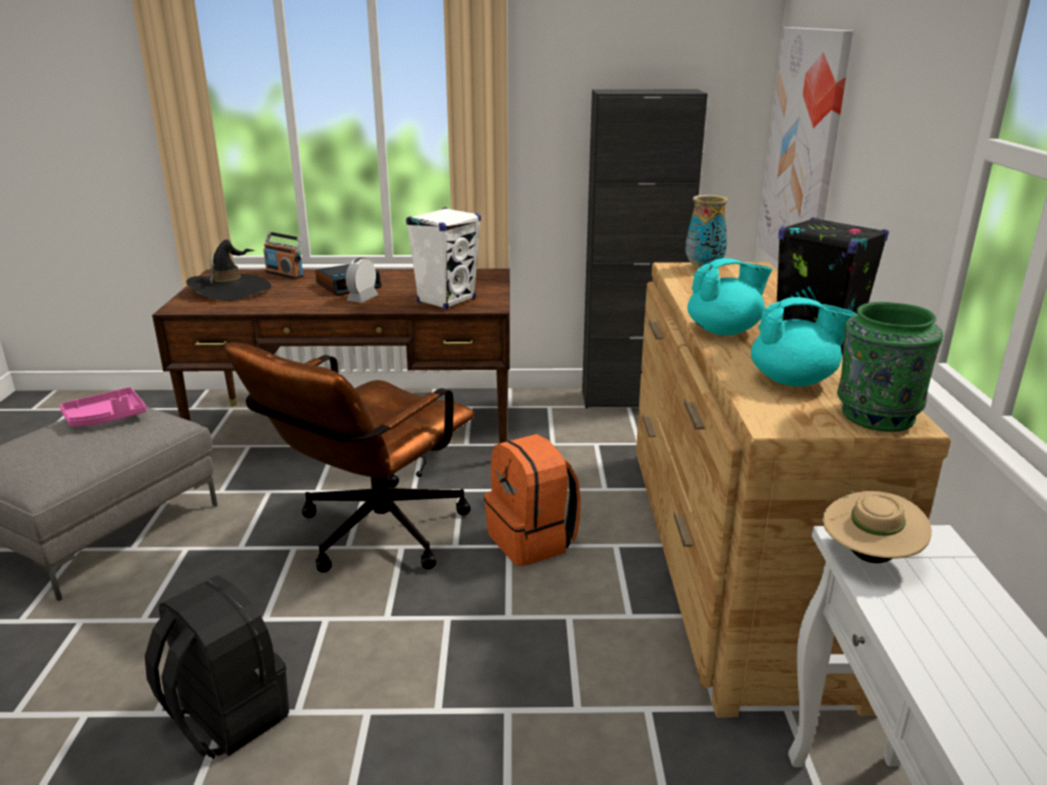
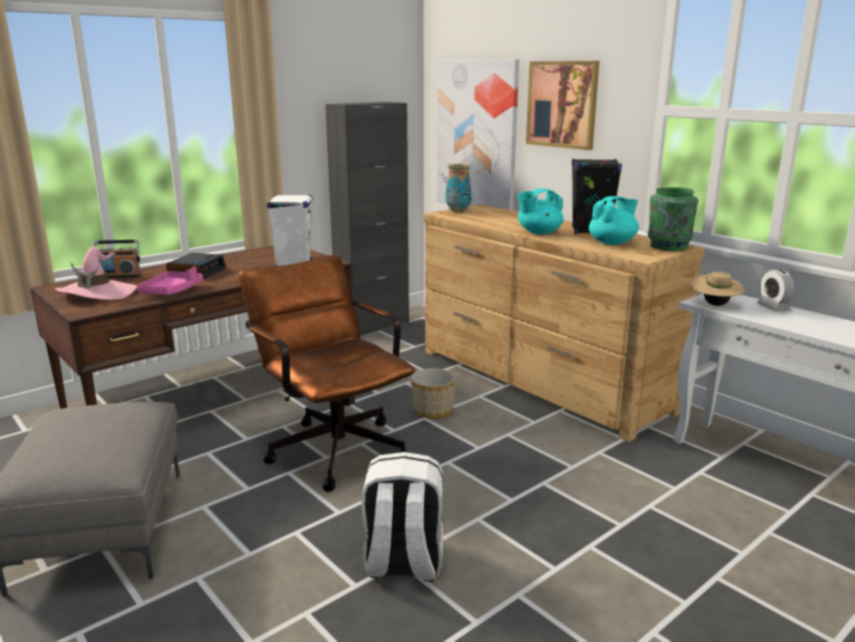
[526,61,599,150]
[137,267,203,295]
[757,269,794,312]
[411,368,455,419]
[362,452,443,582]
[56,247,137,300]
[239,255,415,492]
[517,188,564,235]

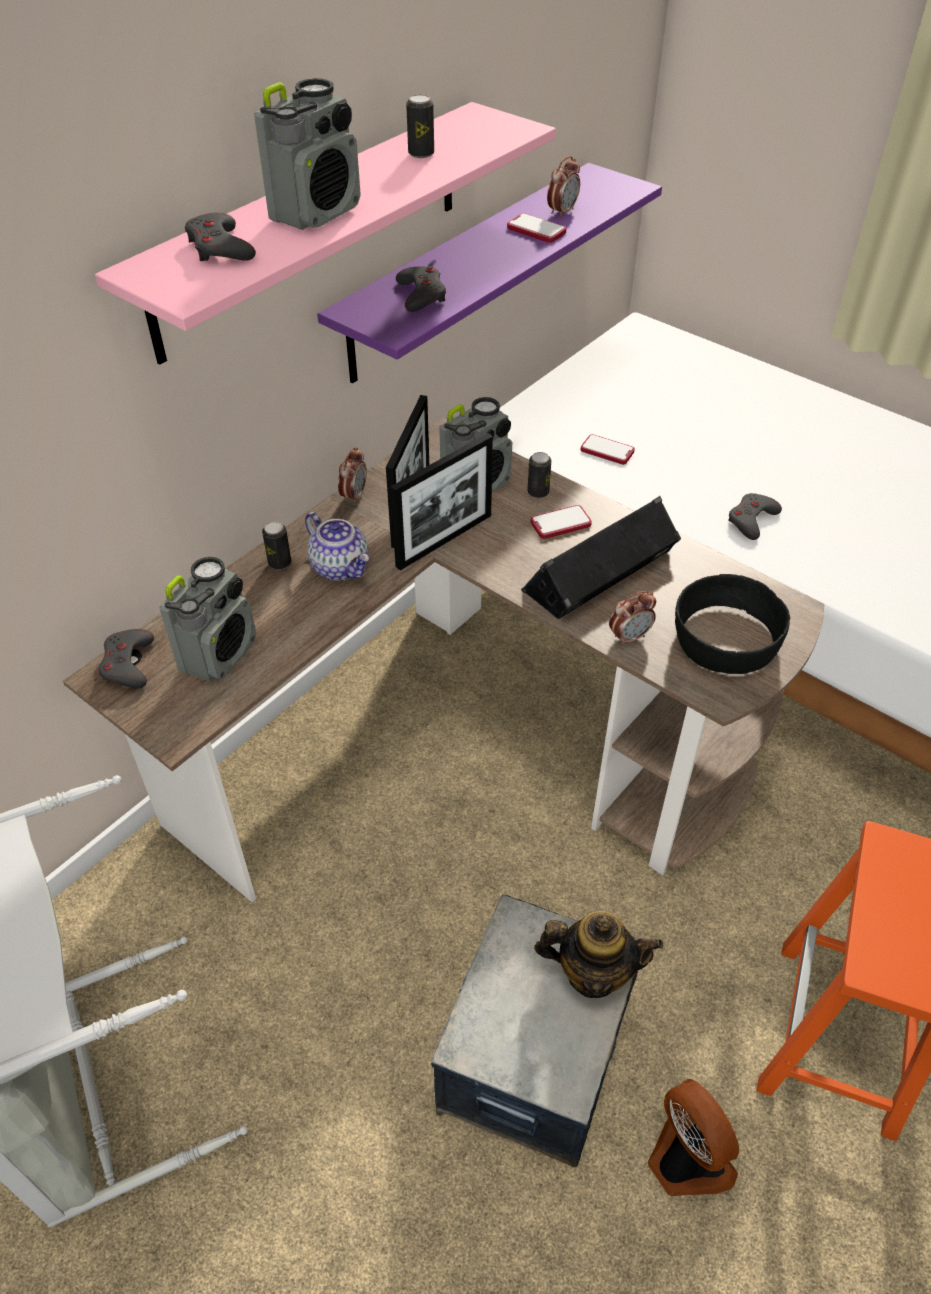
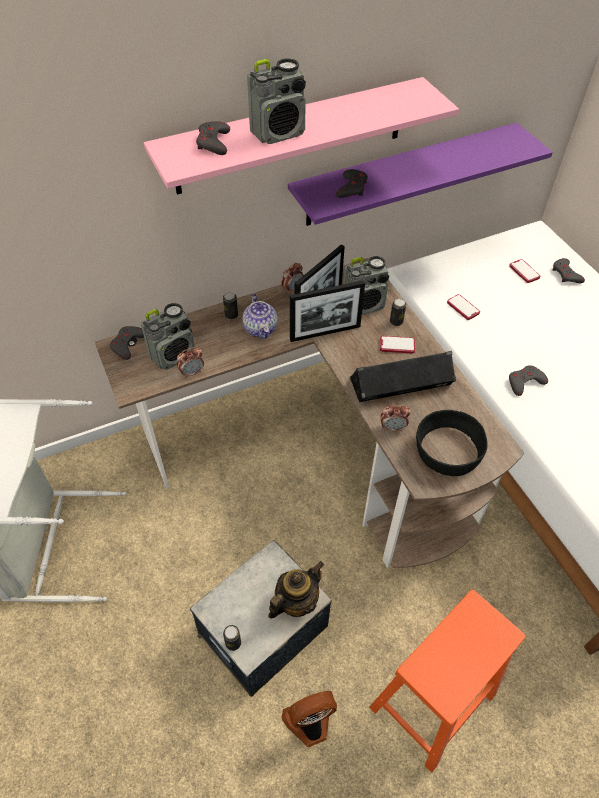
[553,258,585,283]
[223,625,241,651]
[509,259,540,283]
[177,347,204,378]
[268,561,324,618]
[282,691,337,747]

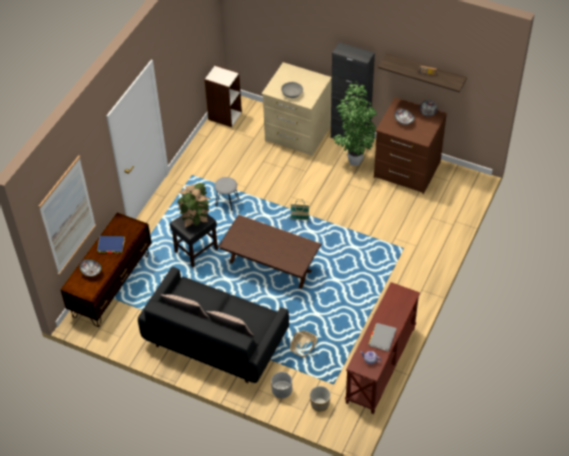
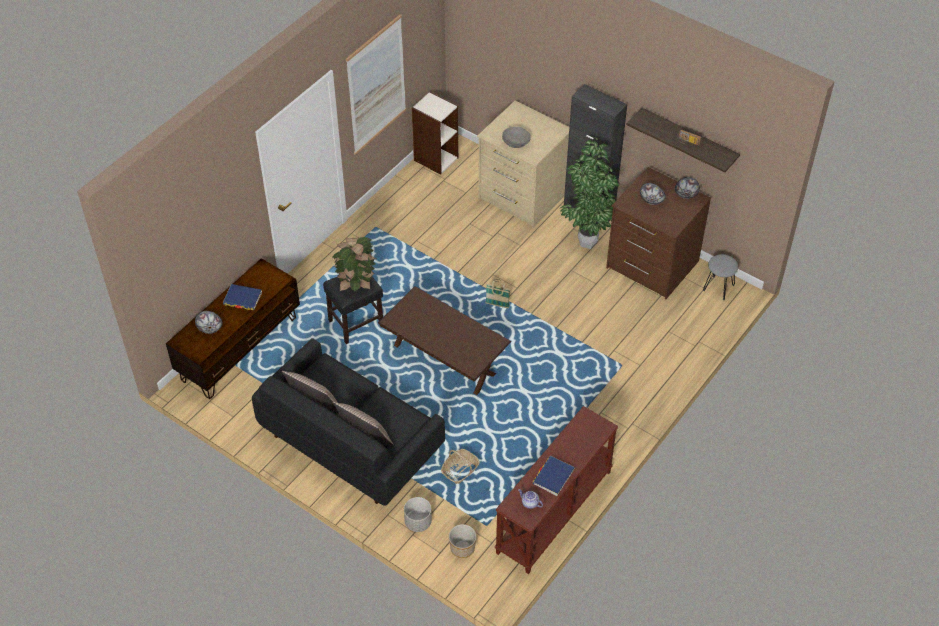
[346,14,406,155]
[703,254,738,300]
[533,456,575,496]

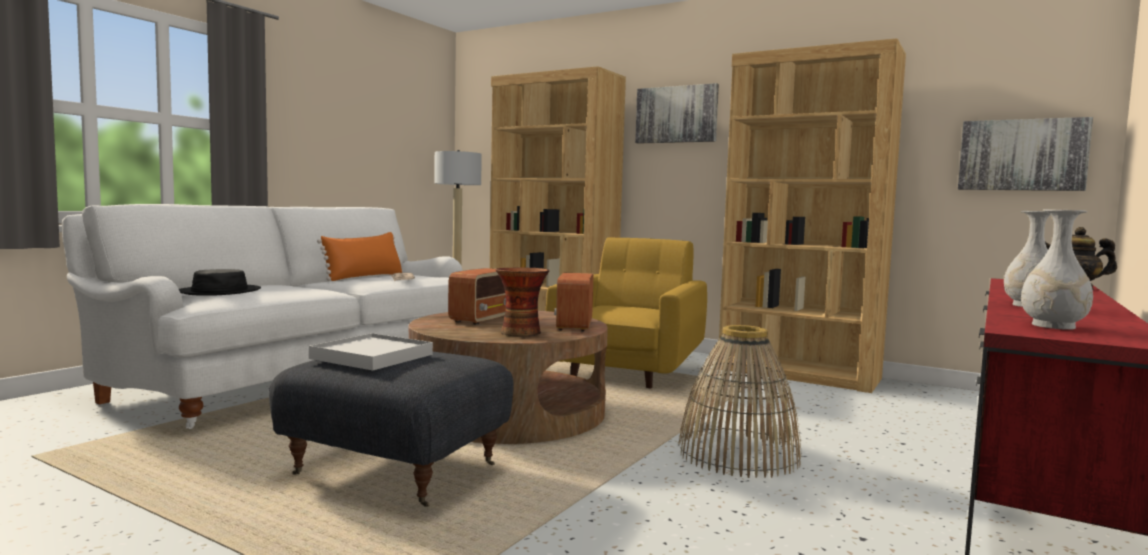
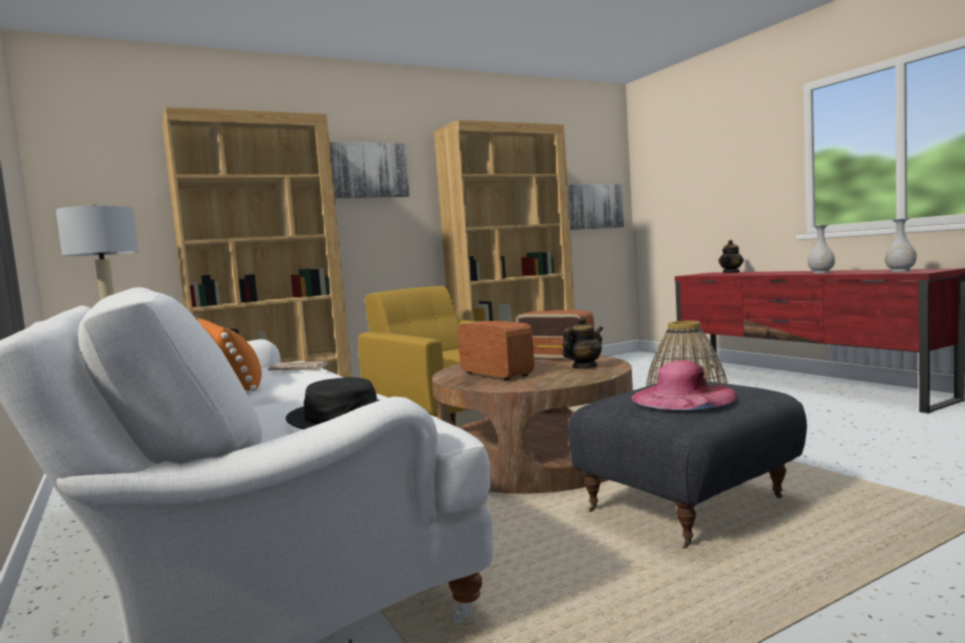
[631,360,737,410]
[562,316,603,369]

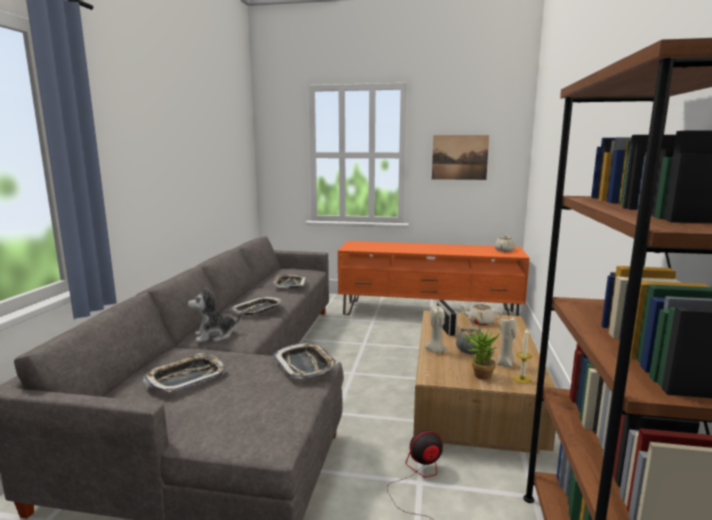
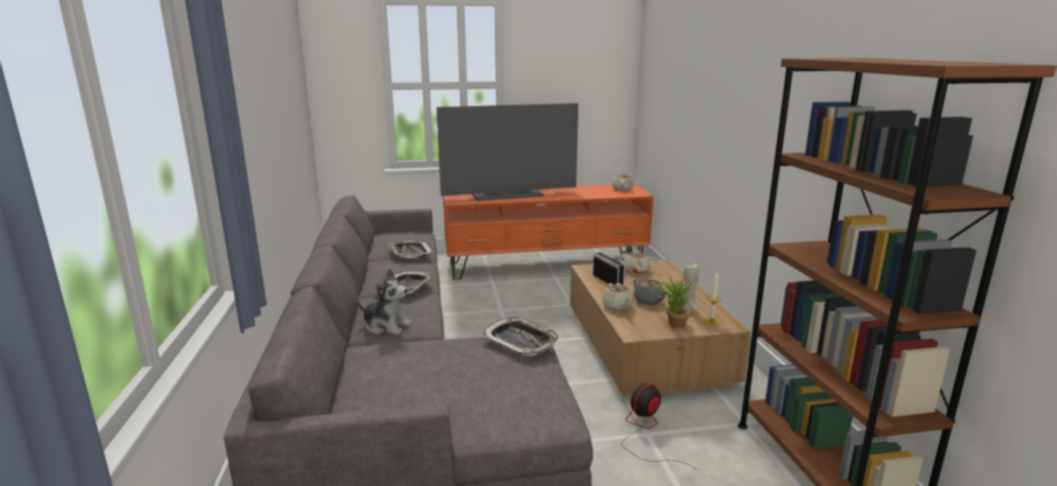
[143,353,227,392] (first image)
[432,135,489,180] (first image)
[437,103,578,201]
[602,283,634,311]
[357,268,412,335]

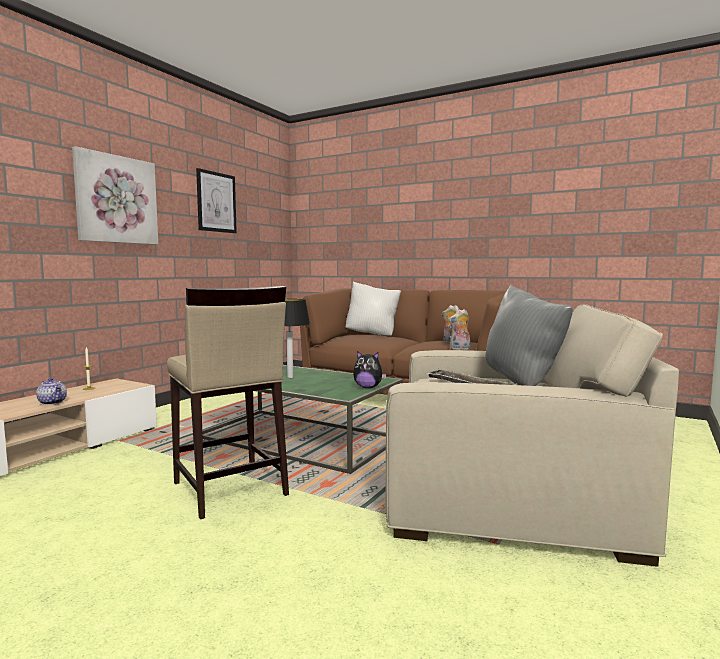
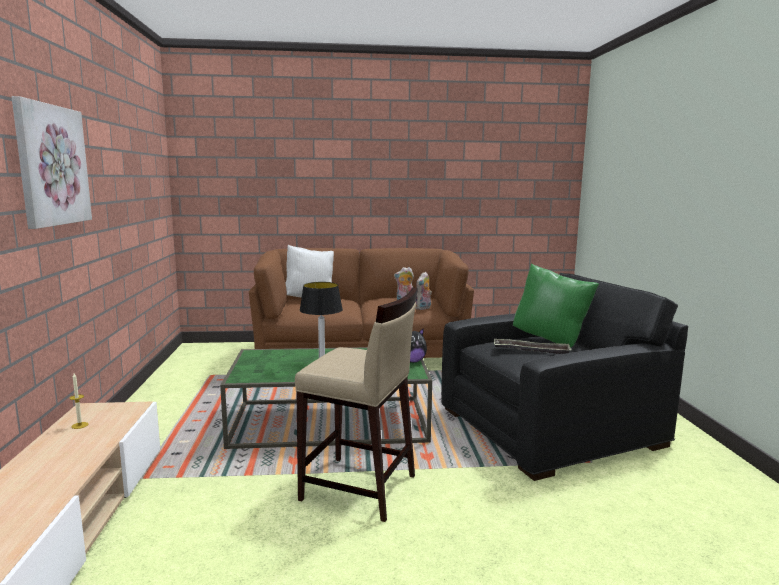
[36,378,67,405] (first image)
[196,168,237,233] (first image)
[441,273,688,481]
[513,263,599,347]

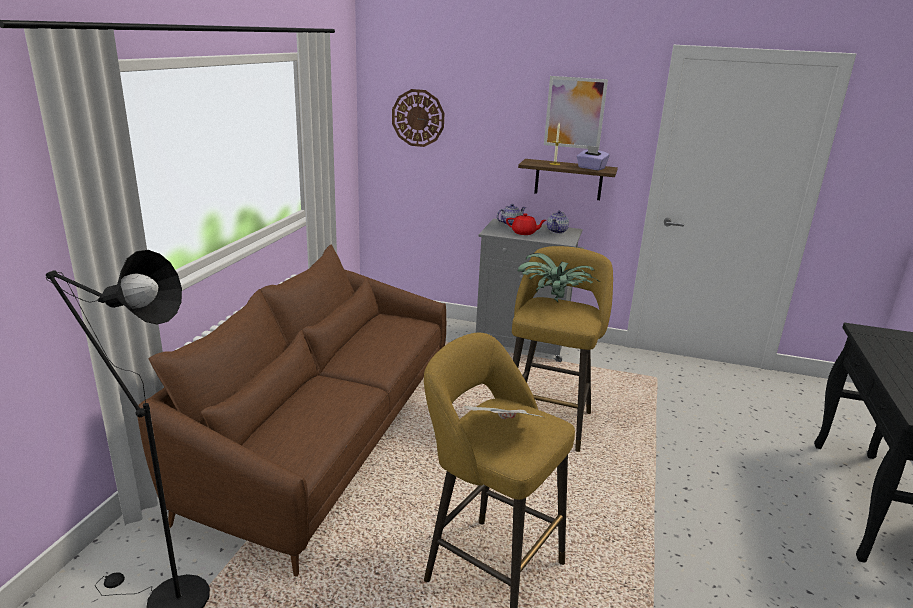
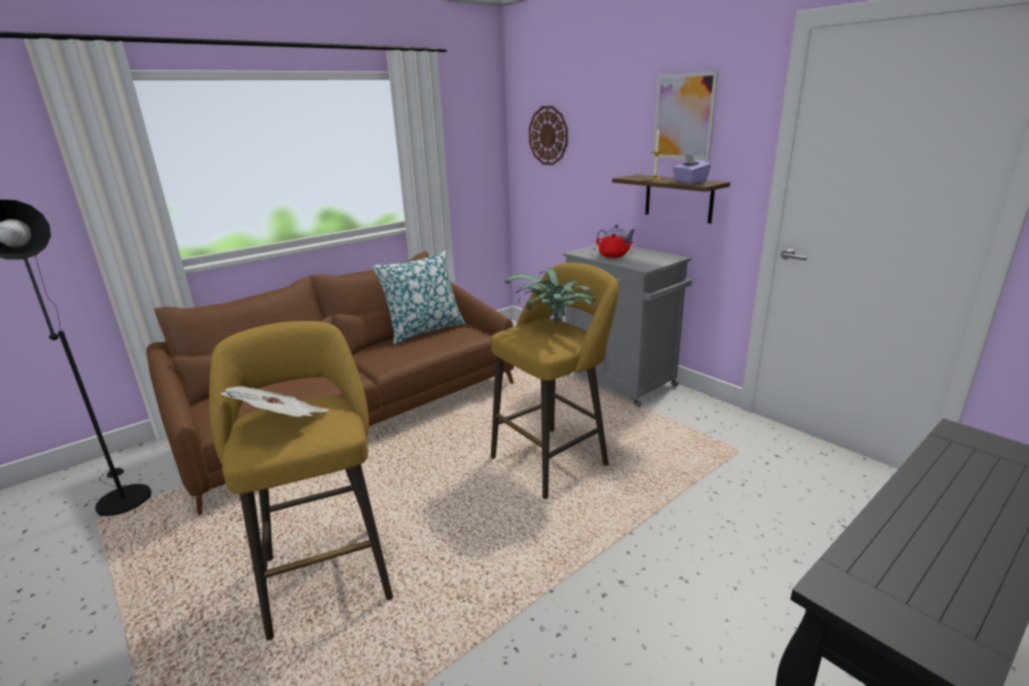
[547,211,569,234] (first image)
[372,251,465,345]

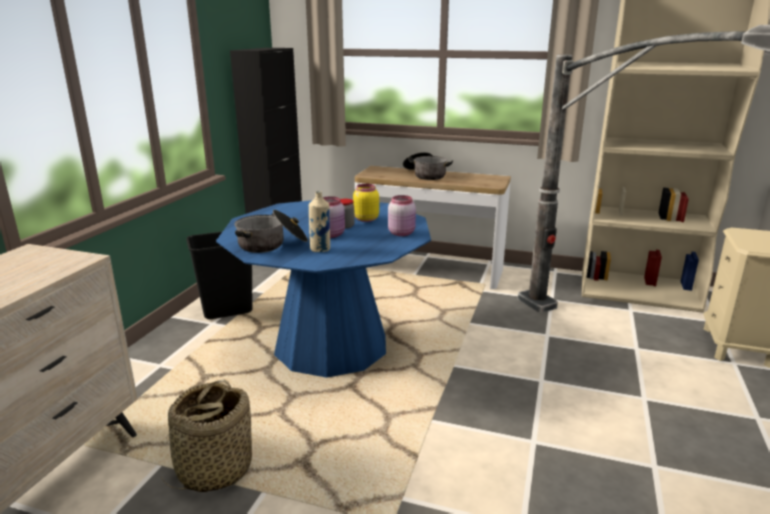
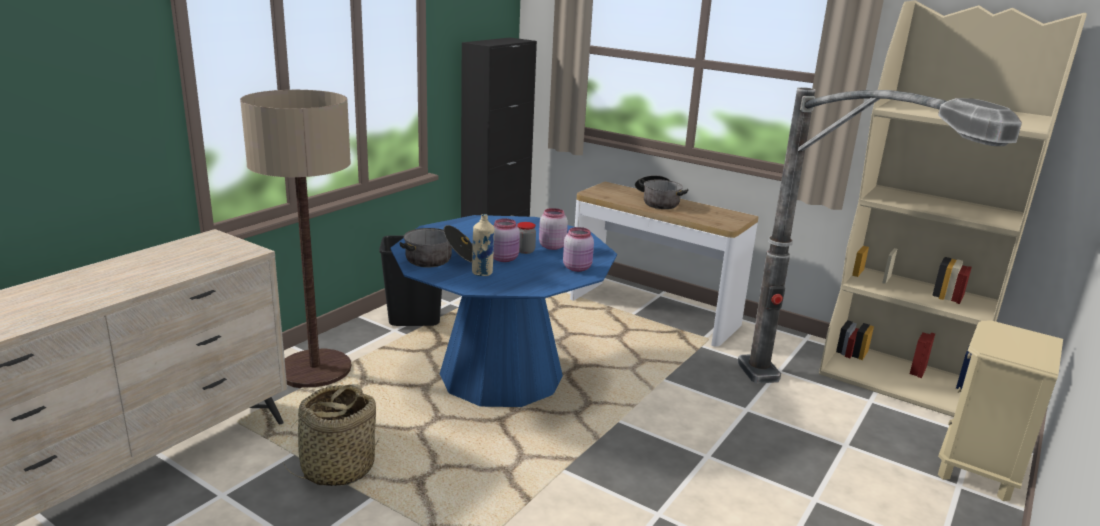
[240,90,351,388]
[539,208,568,250]

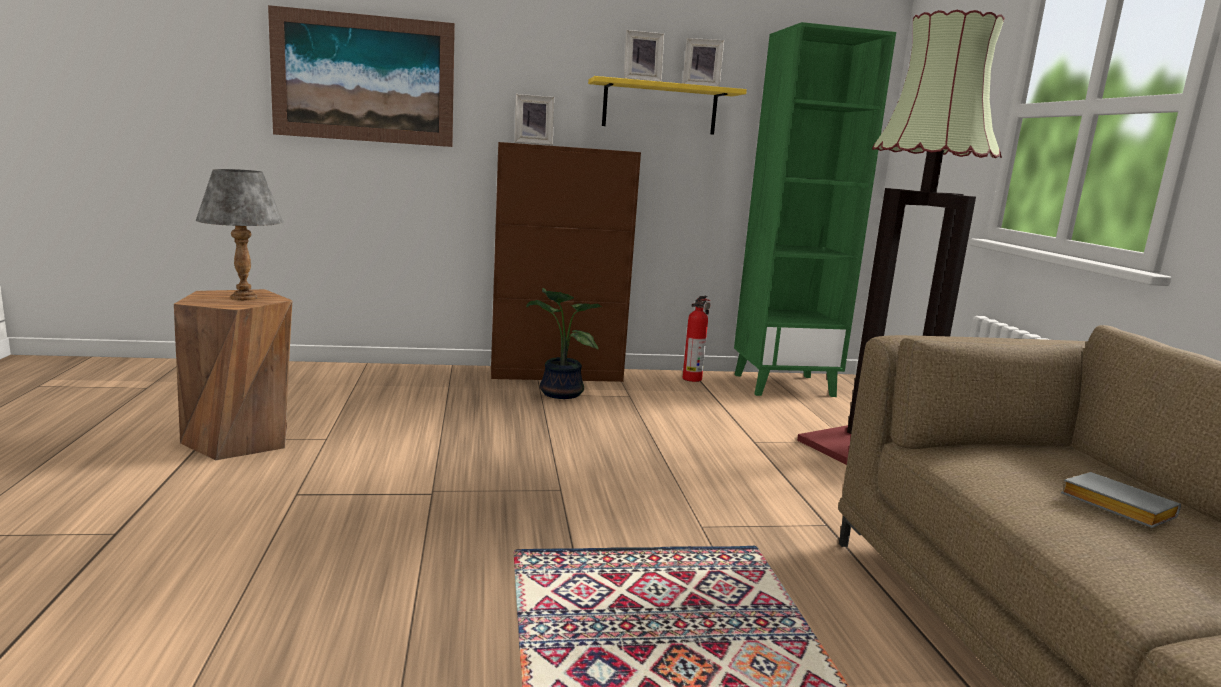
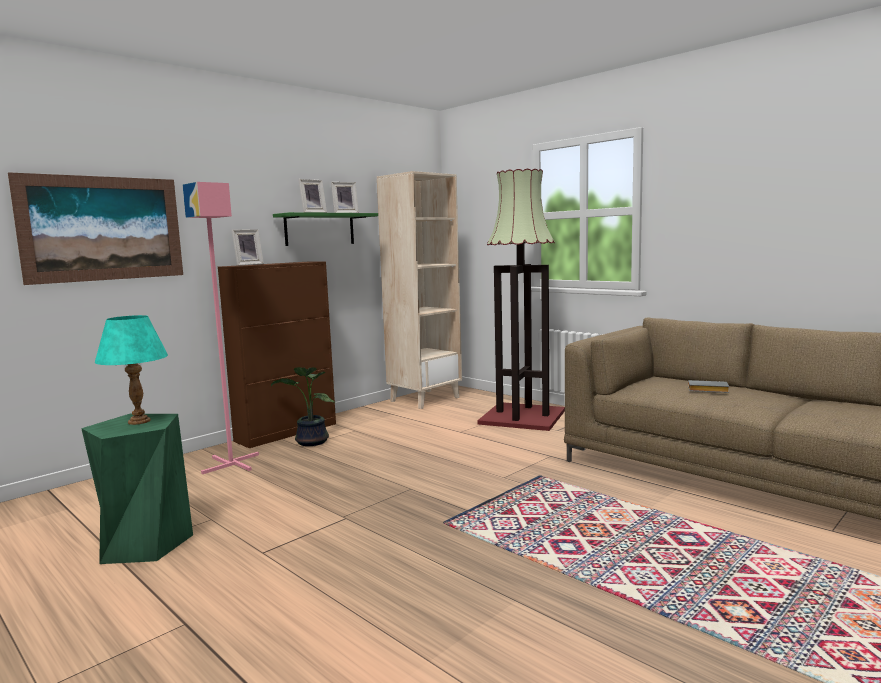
[682,296,710,382] (first image)
[183,182,259,474]
[81,414,193,564]
[95,315,168,425]
[273,212,378,246]
[377,171,462,409]

